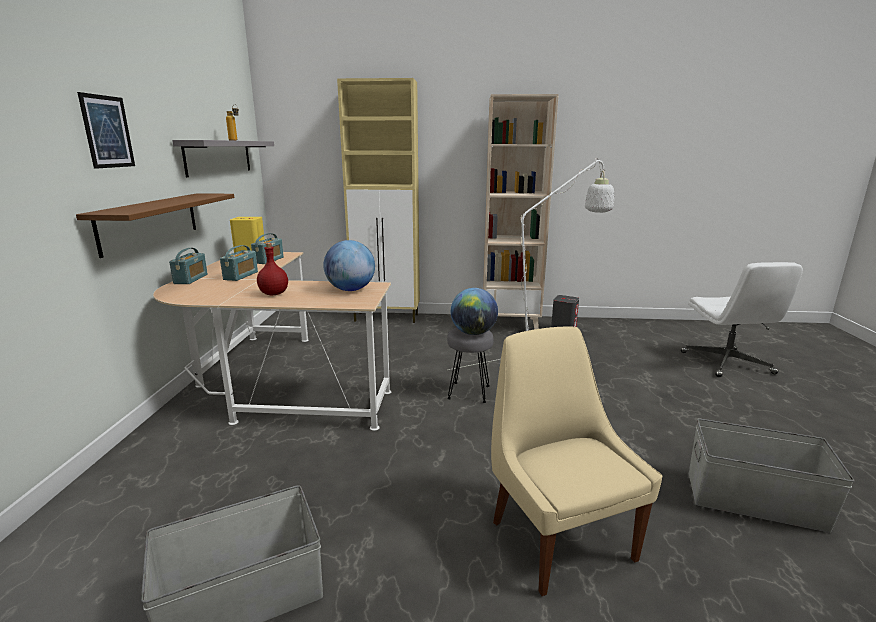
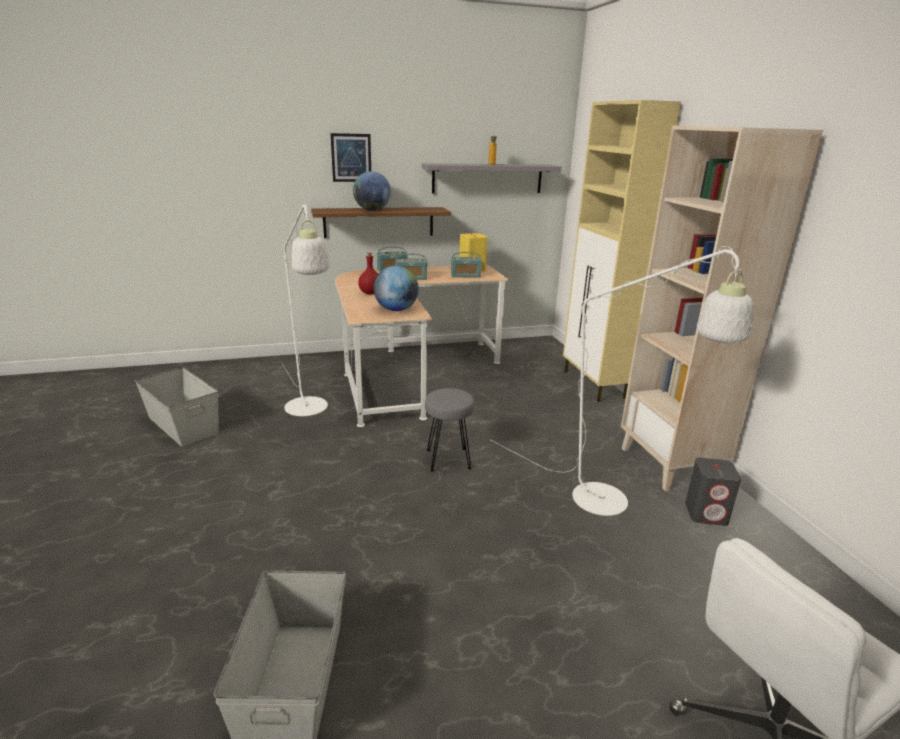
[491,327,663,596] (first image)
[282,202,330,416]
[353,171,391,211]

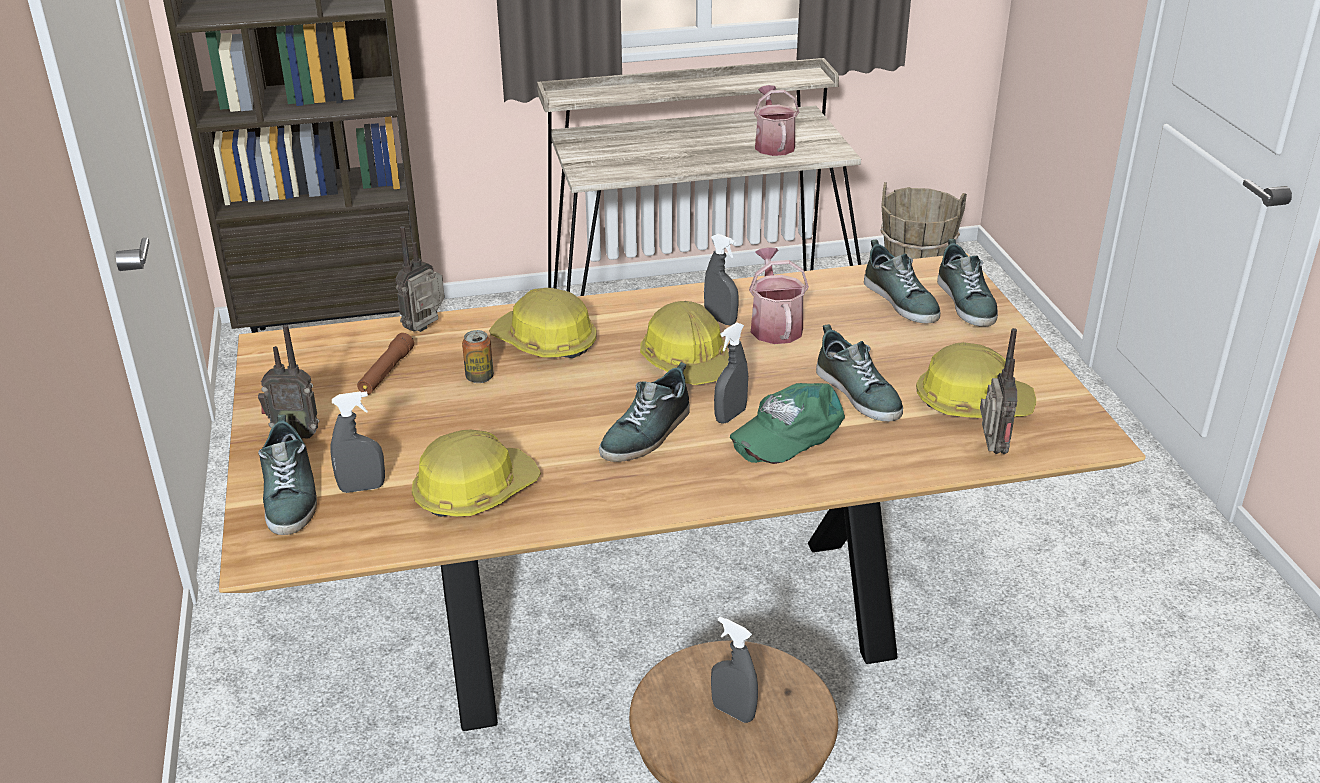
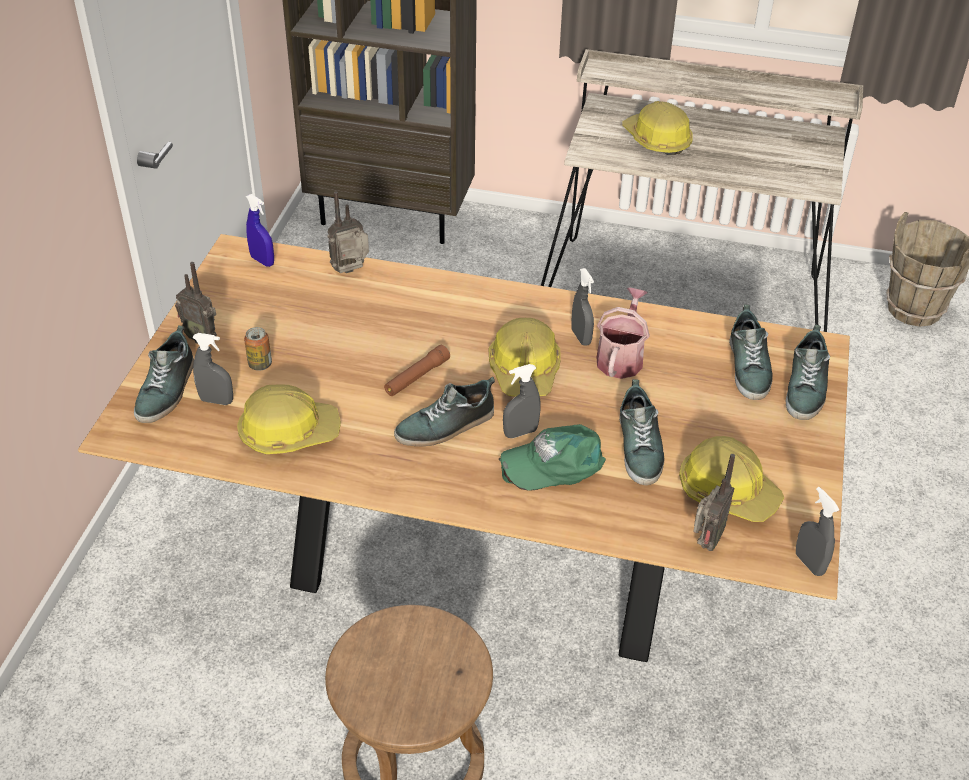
[754,85,799,156] (first image)
[246,194,274,267]
[384,345,450,396]
[244,327,272,371]
[622,101,692,155]
[796,487,839,576]

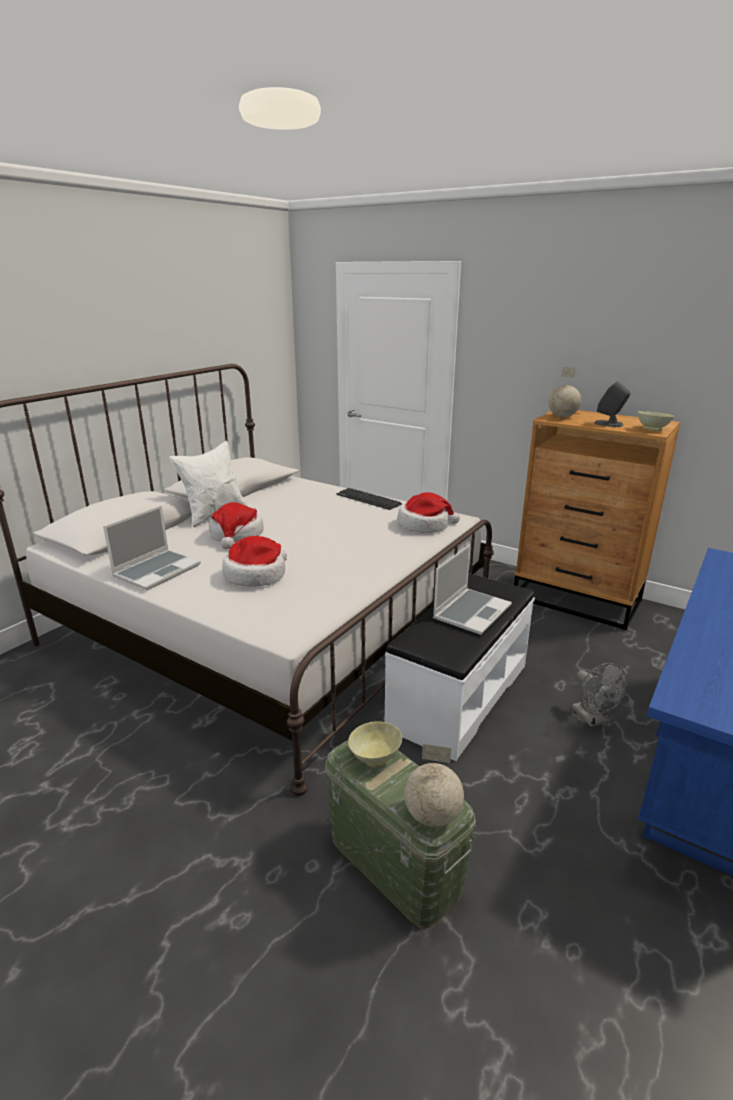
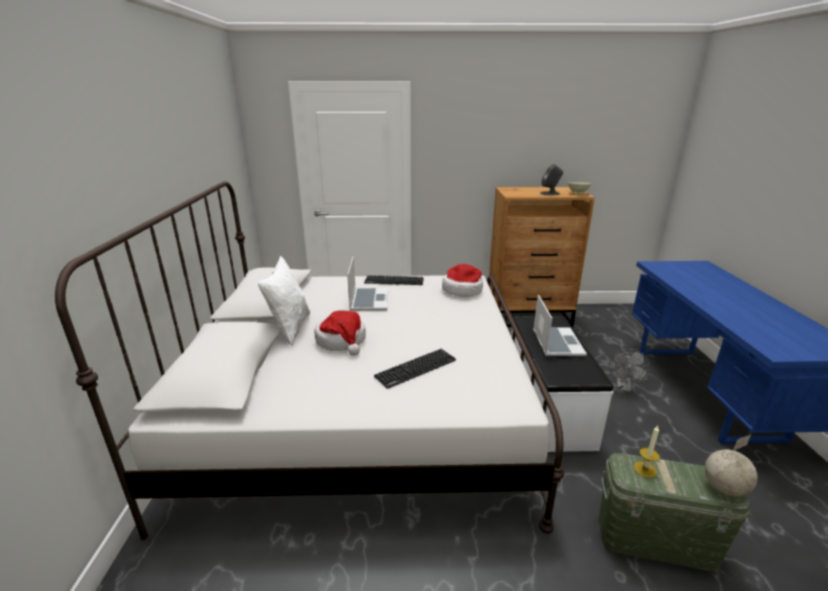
[548,366,581,417] (first image)
[347,257,389,311]
[374,349,456,389]
[634,426,660,478]
[609,349,650,392]

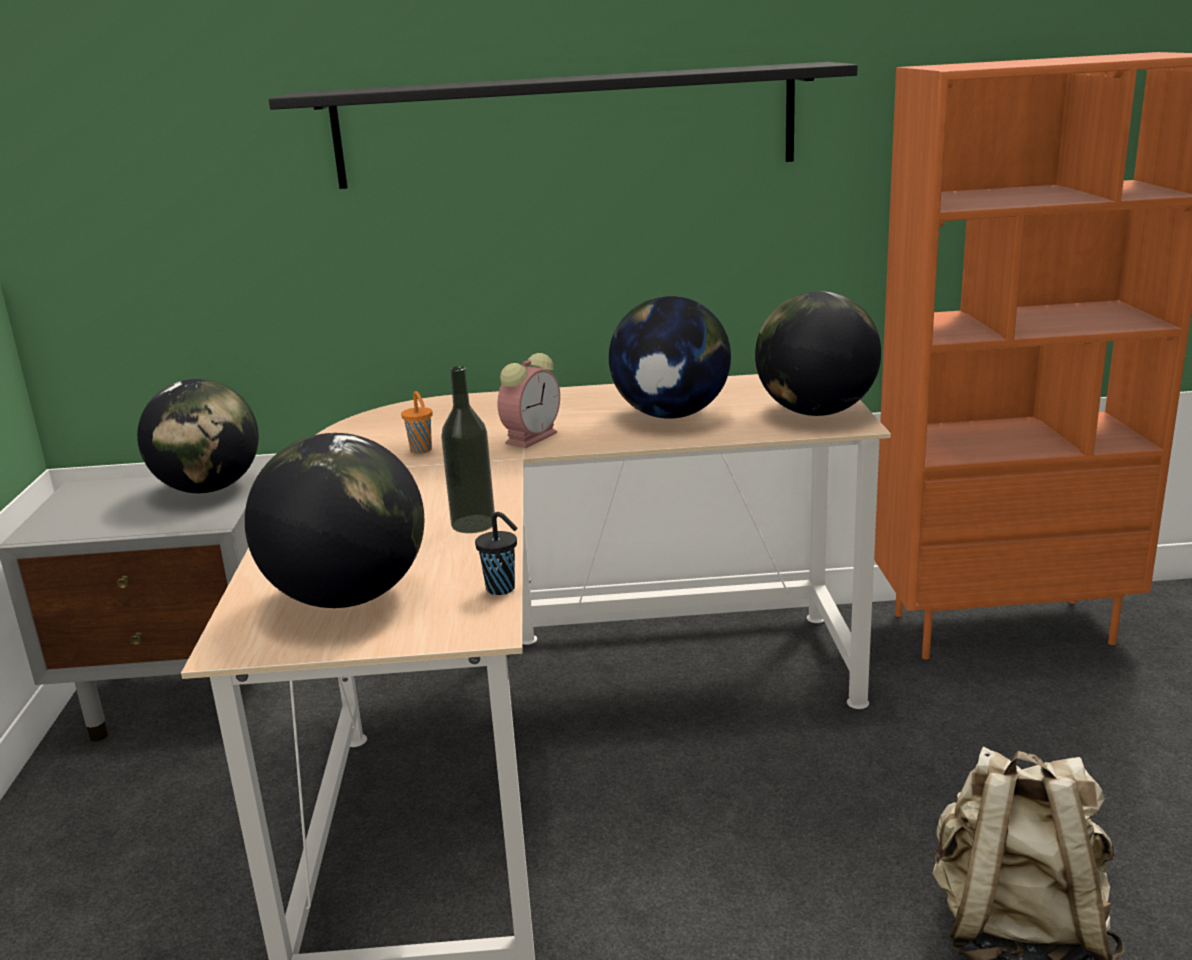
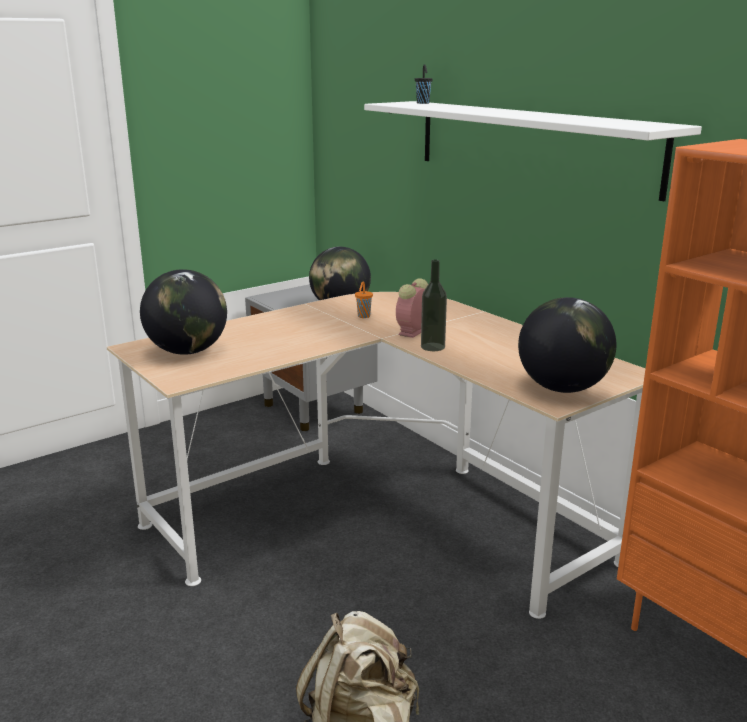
[609,296,731,419] (first image)
[421,260,447,351]
[415,64,433,104]
[364,101,702,201]
[396,278,428,338]

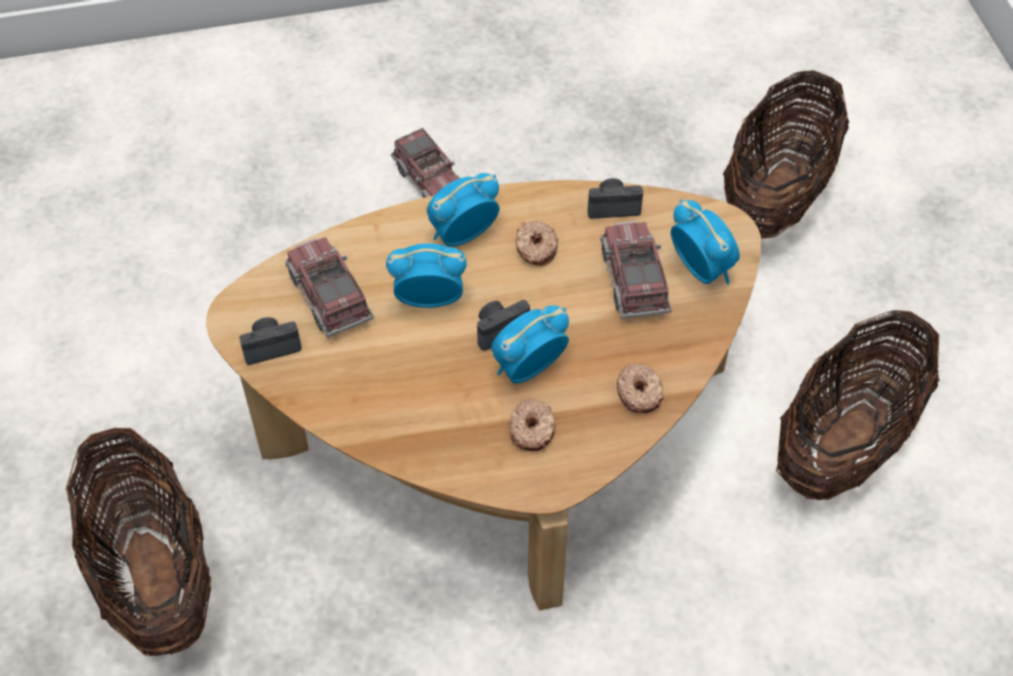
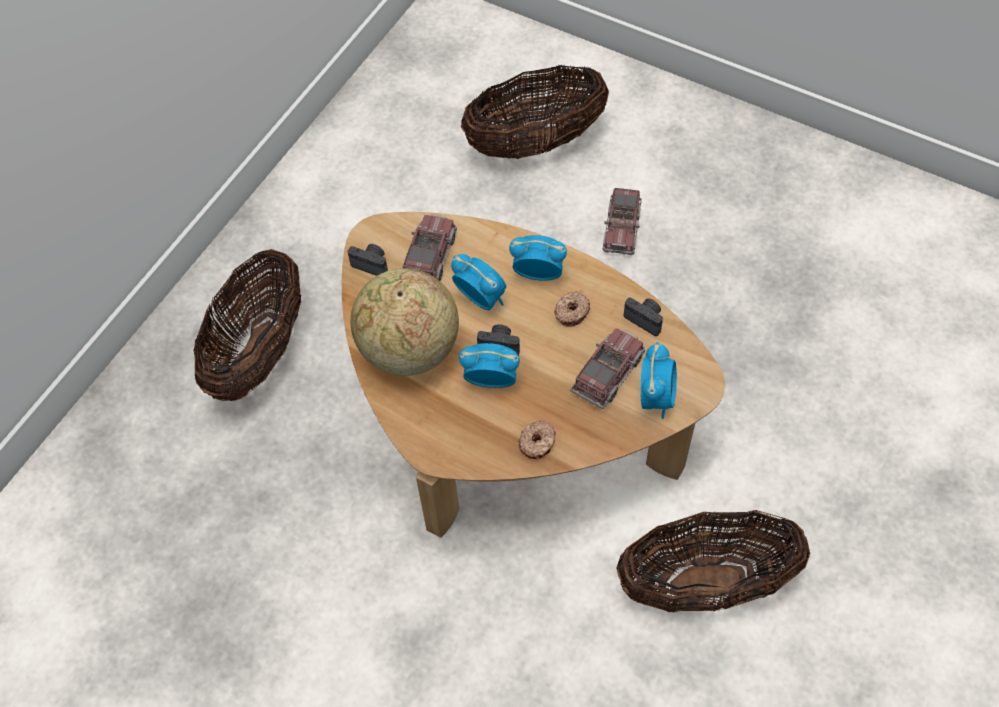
[508,399,555,451] (first image)
[351,268,459,376]
[461,65,609,159]

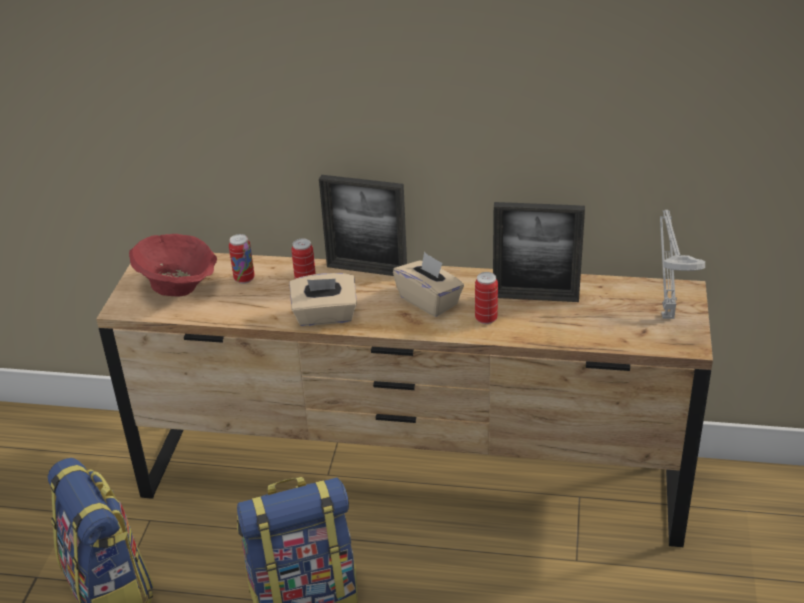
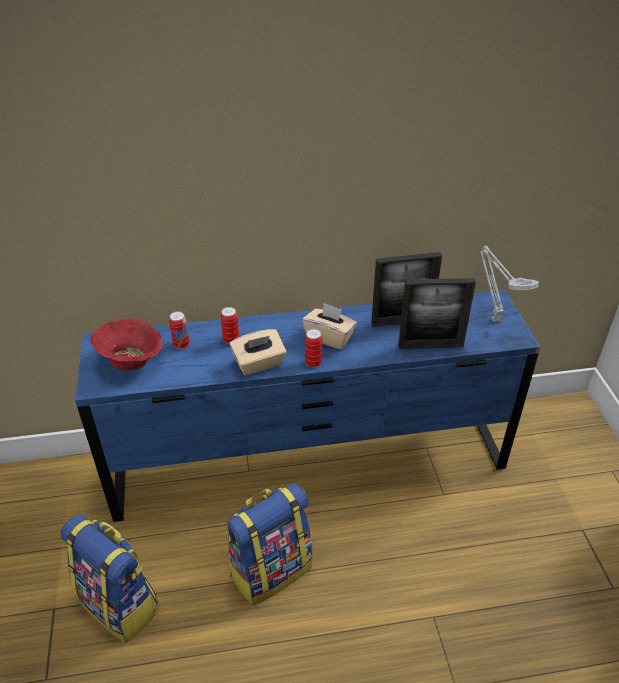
[398,278,476,349]
[305,329,322,367]
[75,290,540,522]

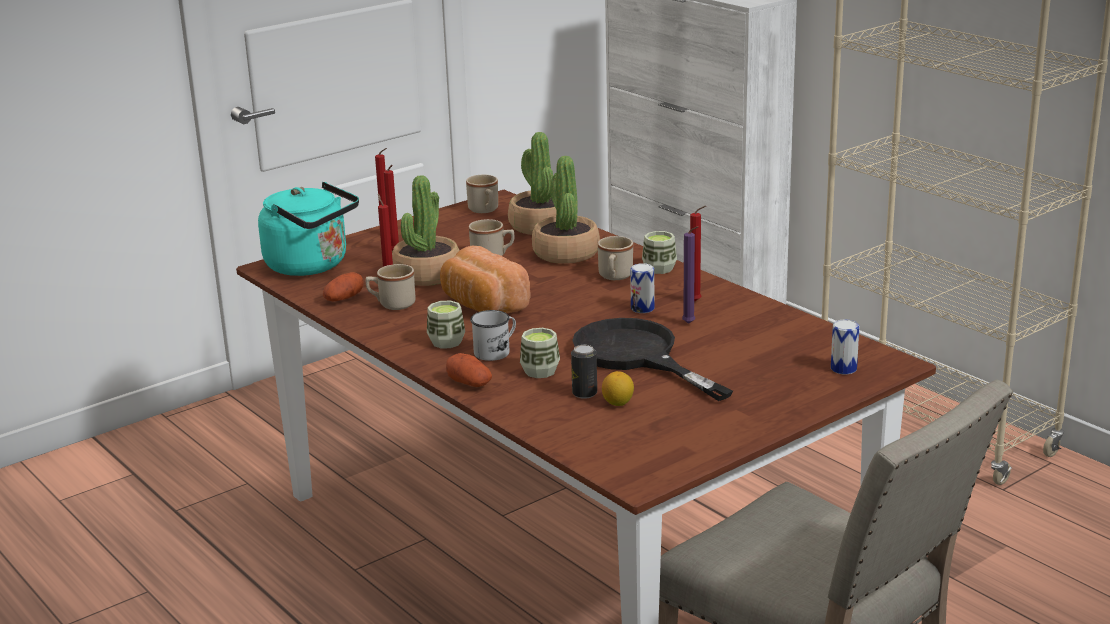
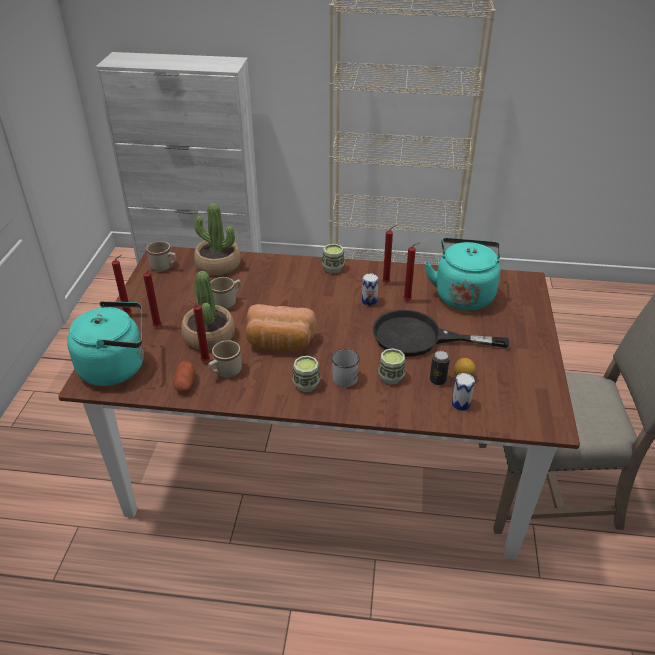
[446,353,492,387] (first image)
[532,156,600,264] (first image)
[598,236,633,280] (first image)
[425,238,500,310]
[452,373,475,411]
[403,242,420,301]

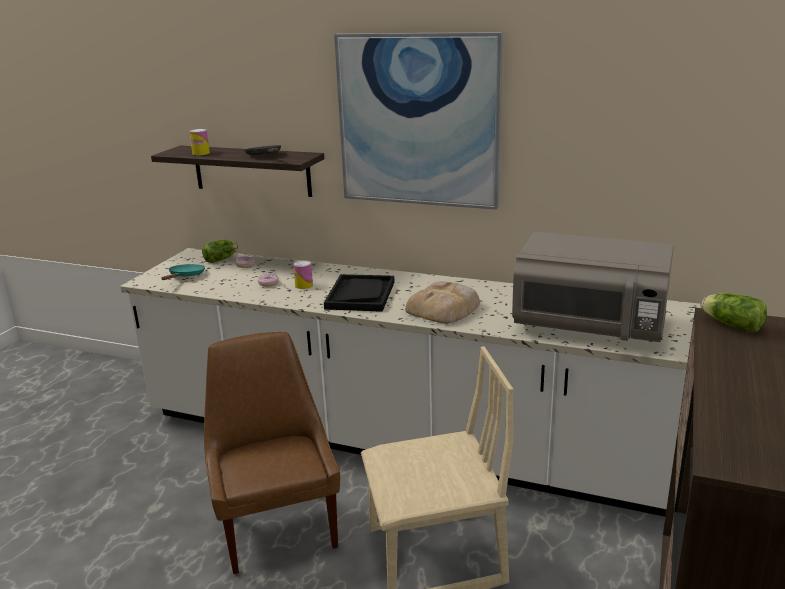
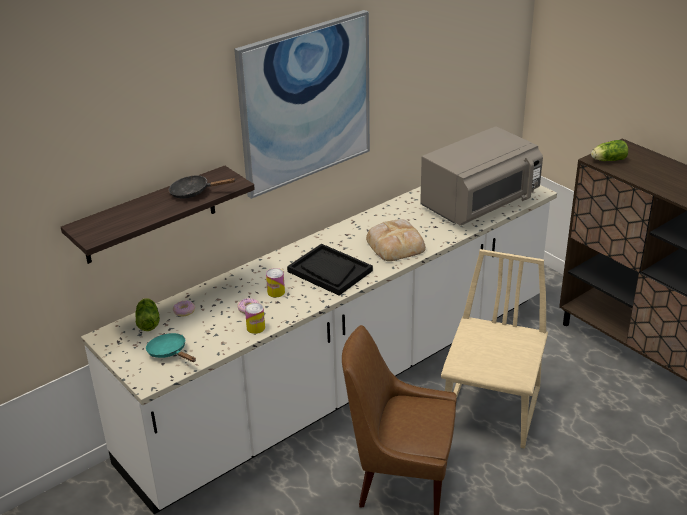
[245,303,265,334]

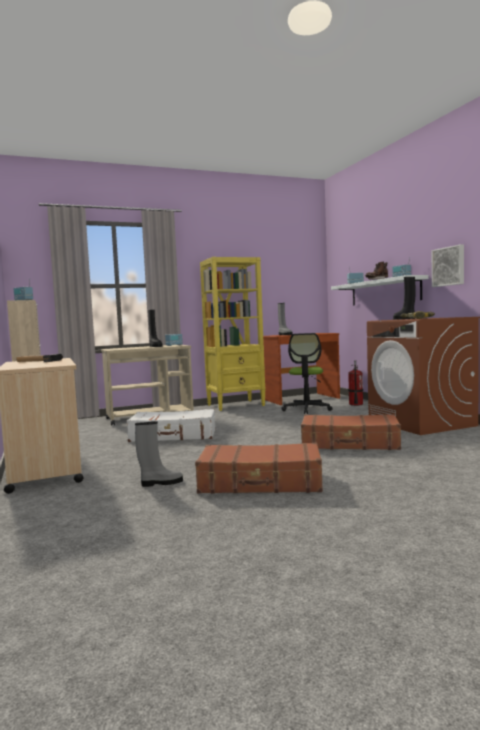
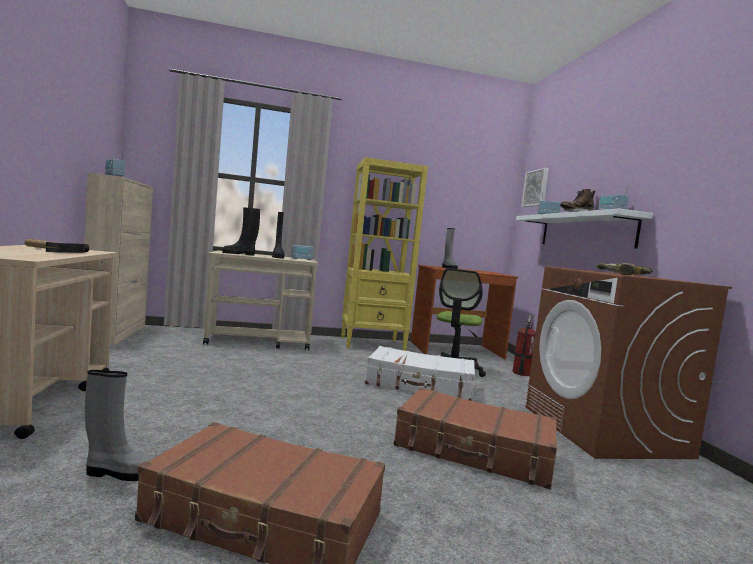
[365,346,475,401]
[222,207,260,256]
[521,168,549,207]

